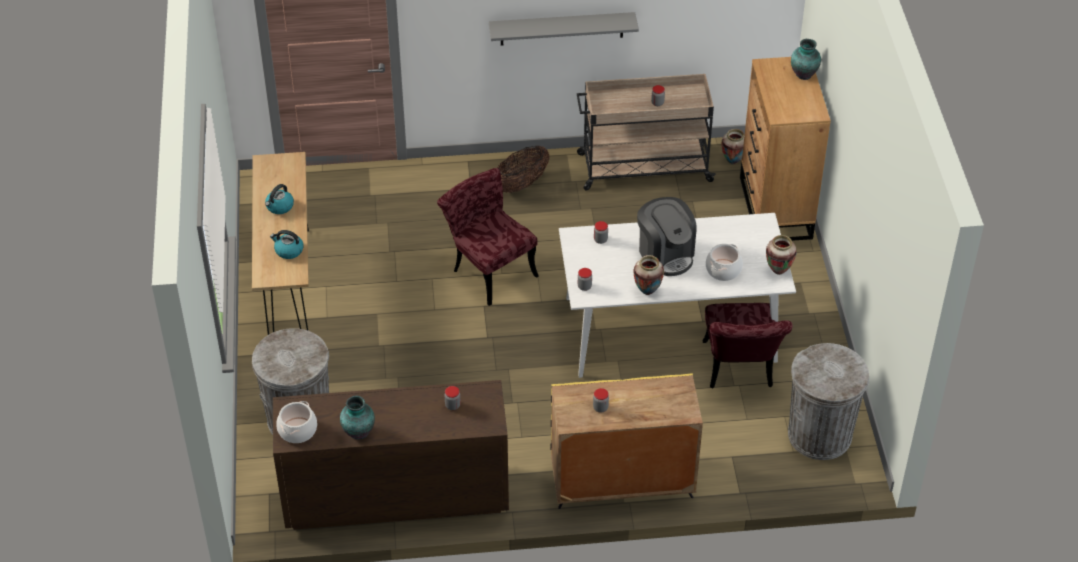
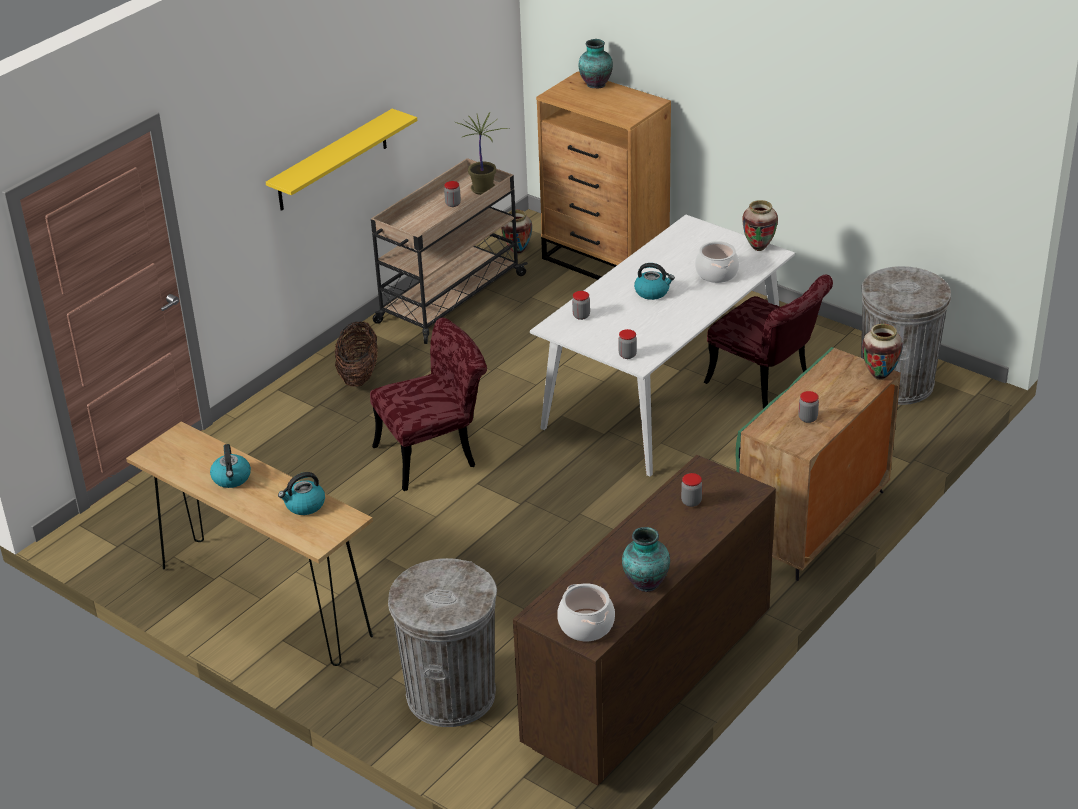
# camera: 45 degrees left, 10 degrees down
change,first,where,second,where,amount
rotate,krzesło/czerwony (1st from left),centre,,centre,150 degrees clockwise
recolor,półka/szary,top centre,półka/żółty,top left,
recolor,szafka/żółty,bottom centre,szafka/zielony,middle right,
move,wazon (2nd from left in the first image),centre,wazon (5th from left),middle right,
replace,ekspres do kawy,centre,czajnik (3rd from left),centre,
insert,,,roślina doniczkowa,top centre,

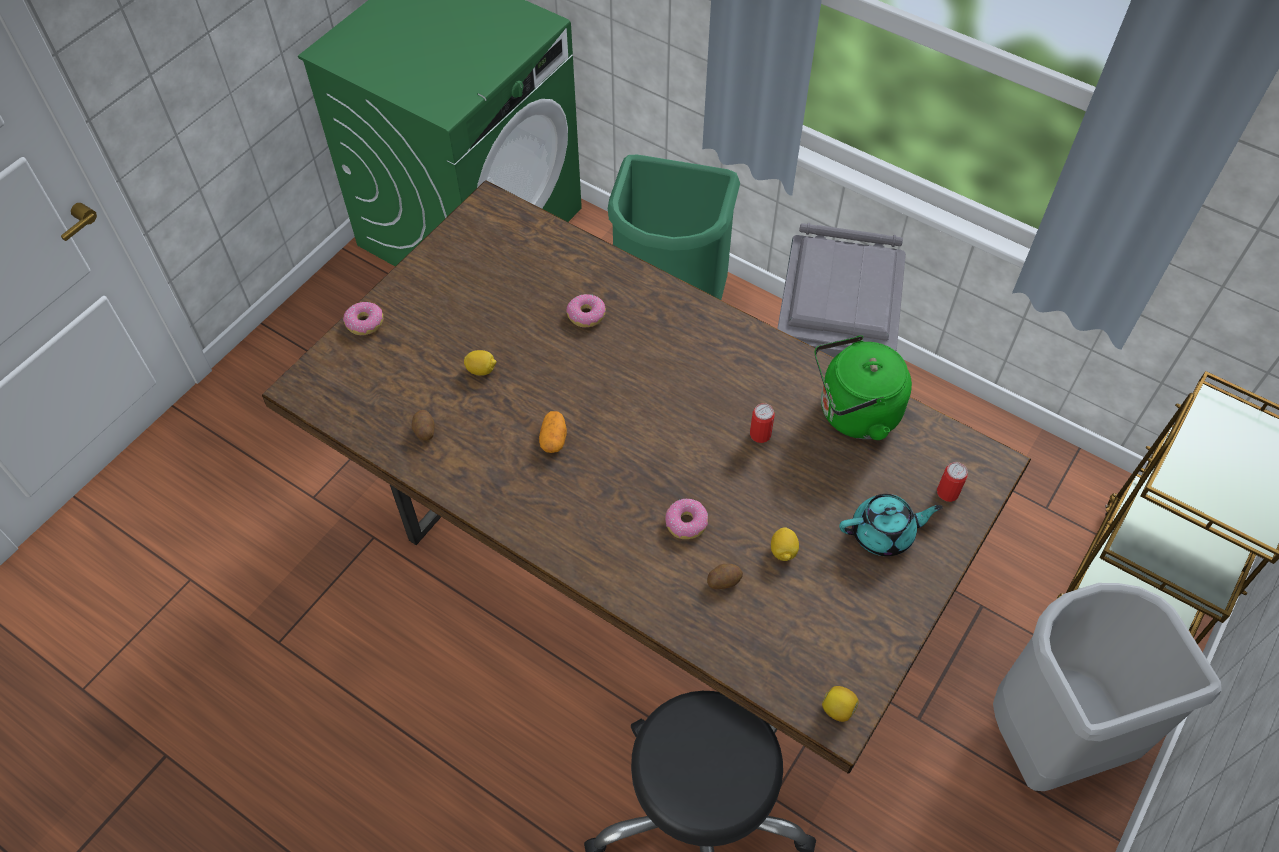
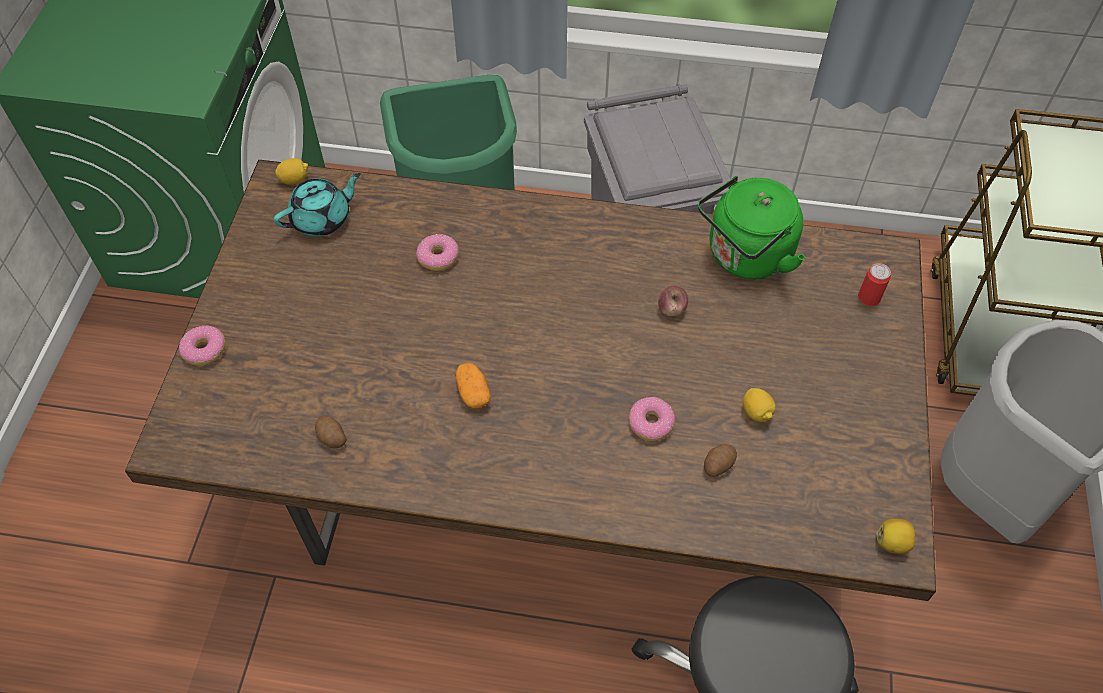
# camera: 25 degrees left, 0 degrees up
change,first,where,second,where,amount
move,cytryna (1st from left),centre,,top left,
replace,puszka (1st from left),centre,jabłko,centre,
move,imbryk/turkusowy,middle right,,top left,

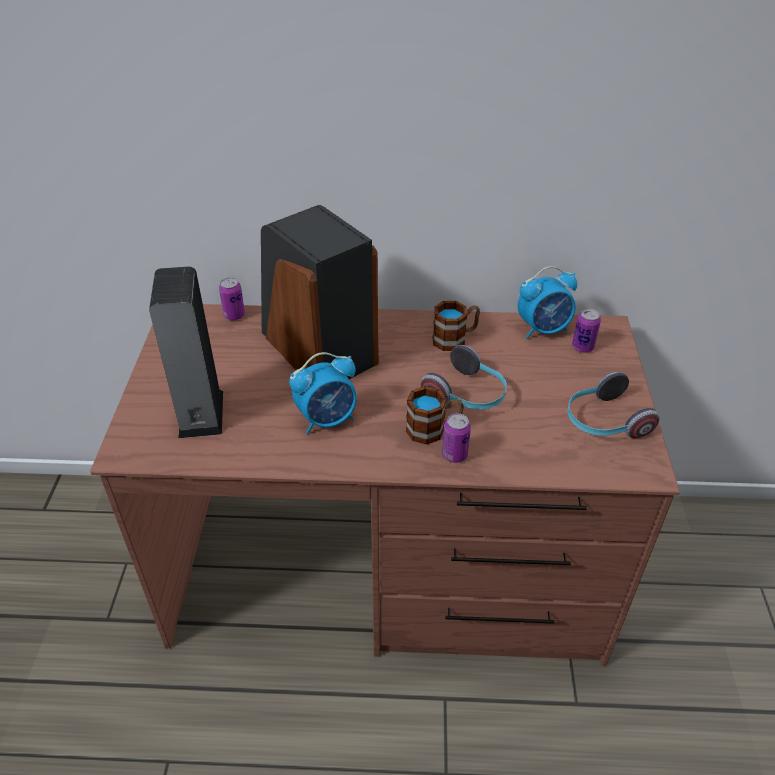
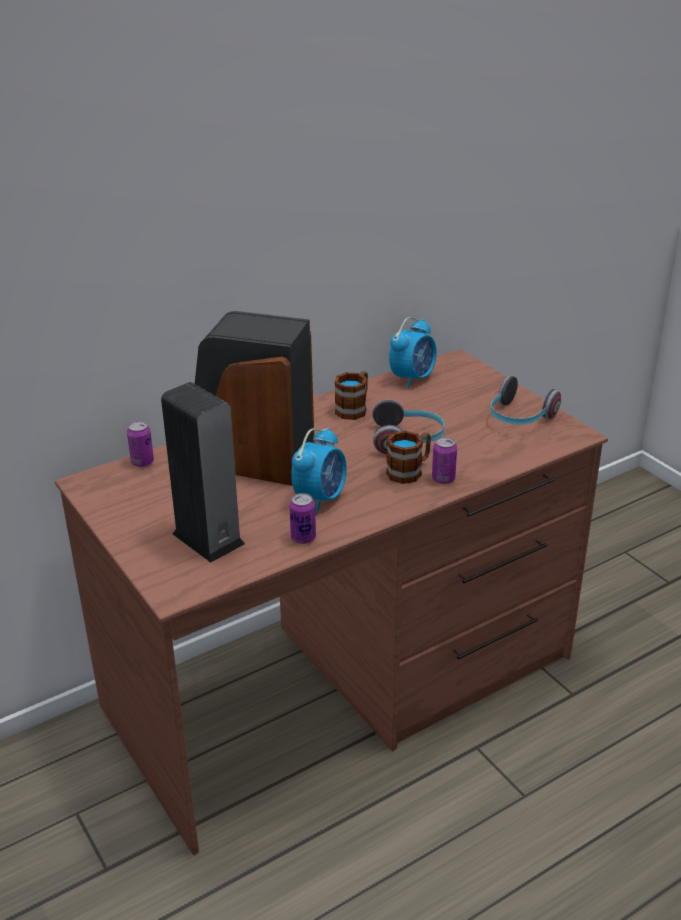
# camera: 35 degrees left, 10 degrees down
change,first,where,second,where,amount
move,puszka (3rd from left in the first image),middle right,puszka (2nd from left),centre,

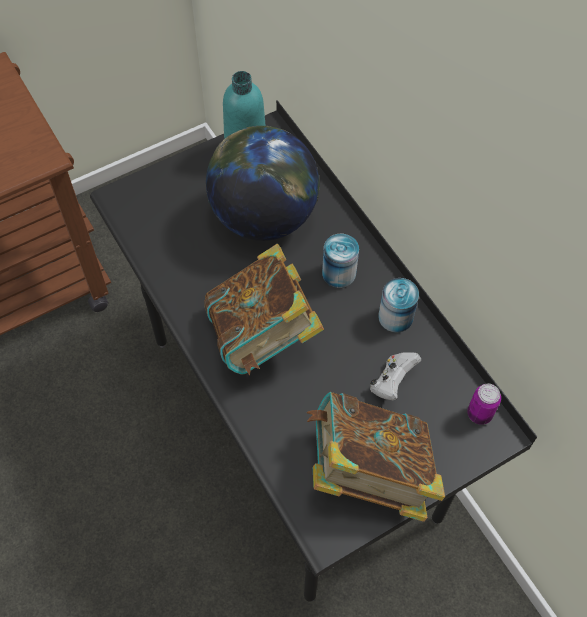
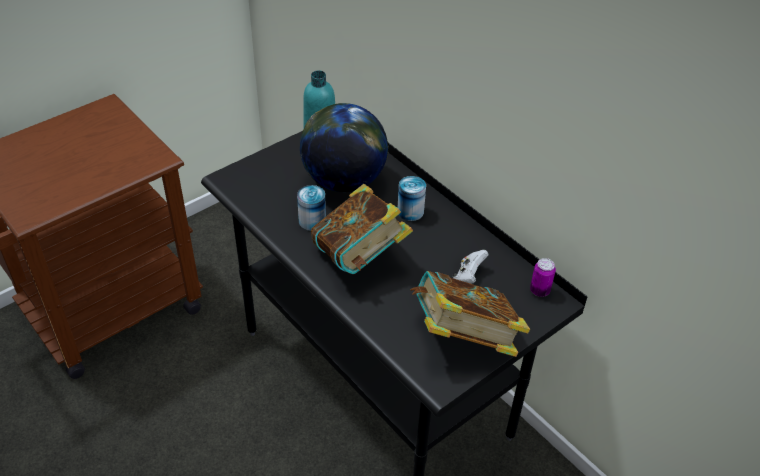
# camera: 10 degrees left, 15 degrees down
change,first,where,second,where,amount
move,puszka (2nd from left in the first image),middle right,puszka (1st from left),centre,

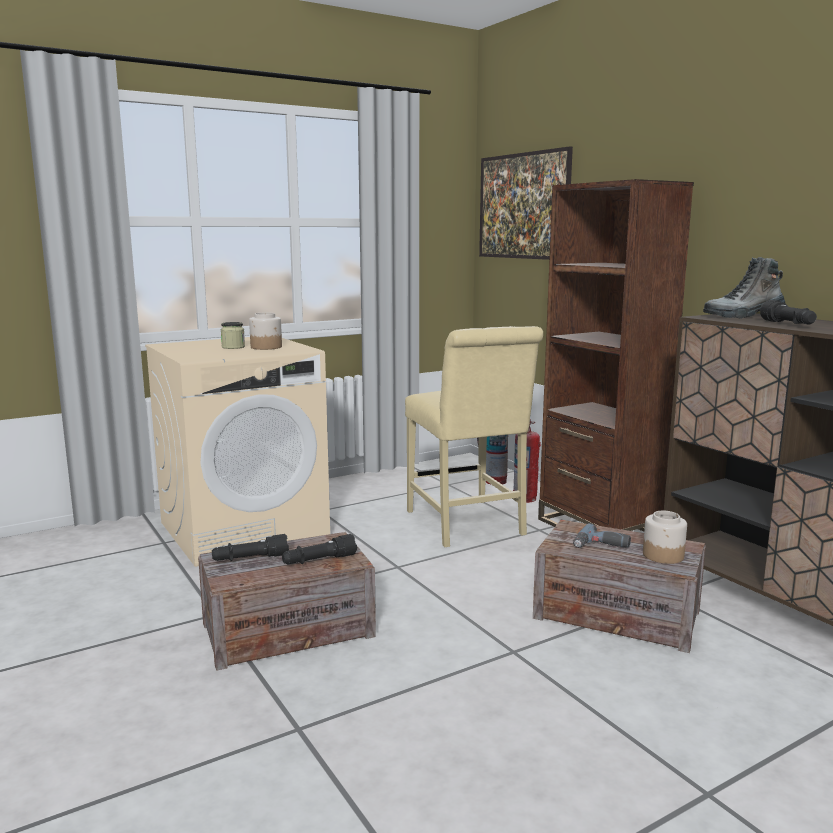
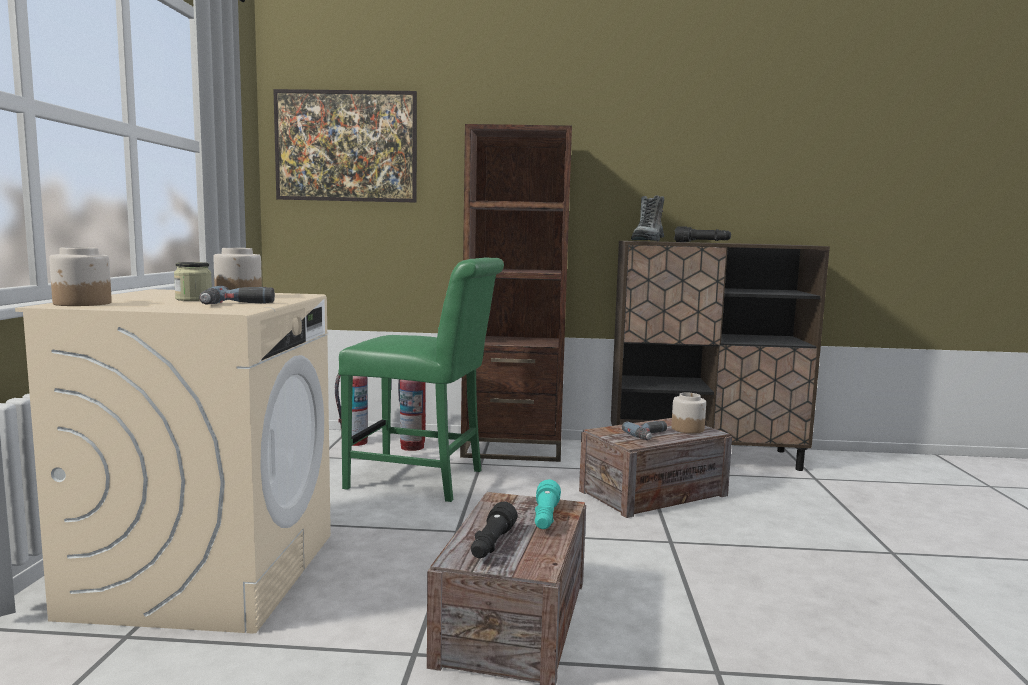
# camera: 55 degrees left, 5 degrees down
change,first,where,second,where,amount
recolor,latarka/czarny (2nd from left),centre,latarka/turkusowy,bottom centre,
recolor,krzesło/beżowy,centre,krzesło/zielony,centre,
insert,,,słoik (1st from left),middle left,
insert,,,wiertarka (1st from left),middle left,

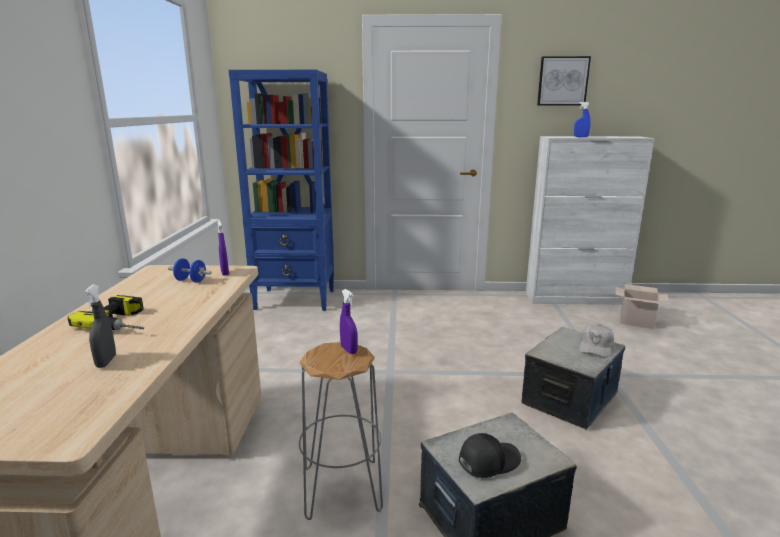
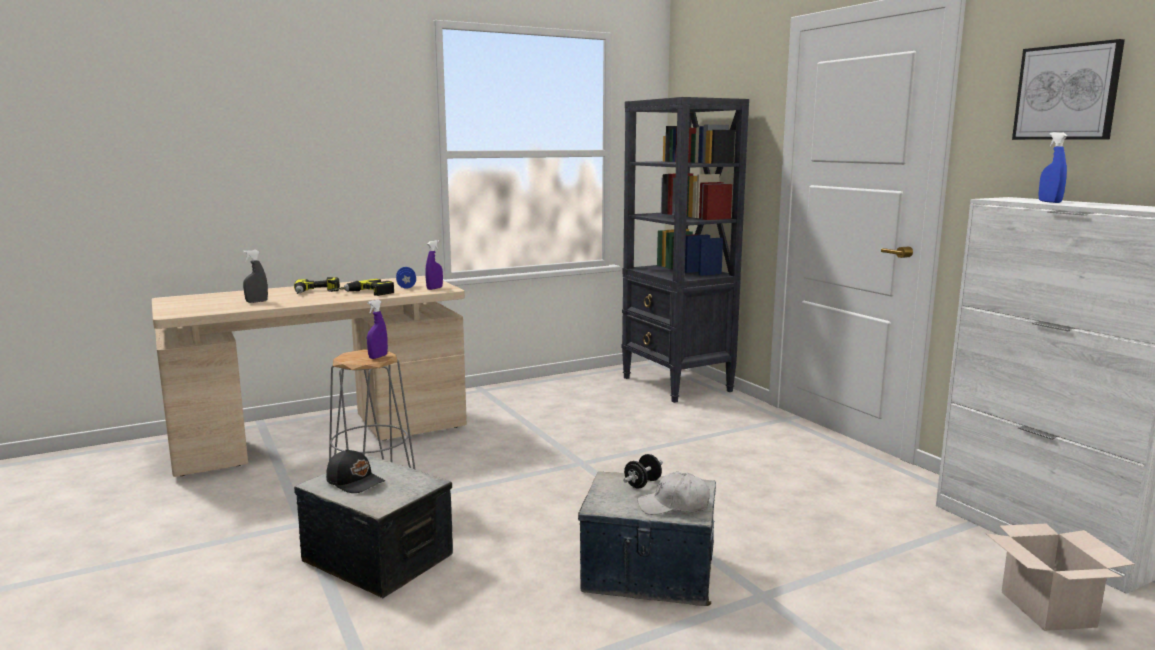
# camera: 60 degrees right, 5 degrees down
change,first,where,second,where,amount
recolor,regał/niebieski,centre,regał/czarny,centre,
insert,,,wiertarka (2nd from left),middle left,
insert,,,hantel/czarny,bottom centre,

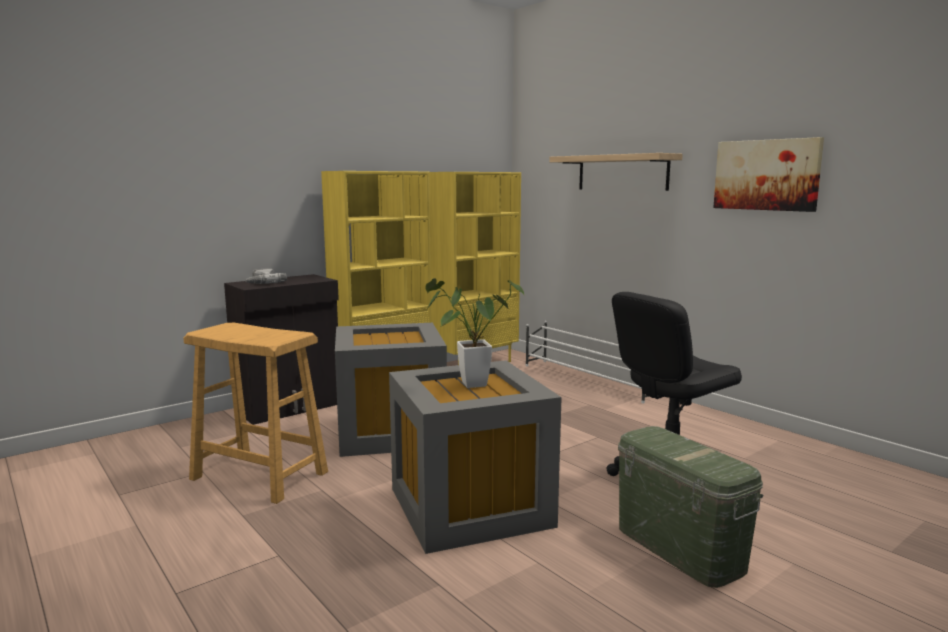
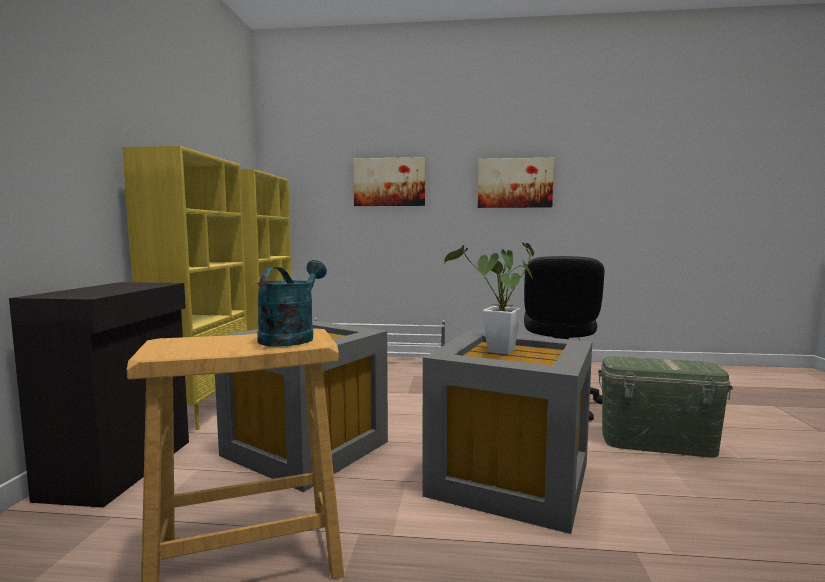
# camera: 45 degrees left, 5 degrees down
change,first,where,second,where,amount
delete,wiertarka,middle left,,,
replace,półka,top centre,obraz (1st from left),top centre,
insert,,,konewka/turkusowy,centre,

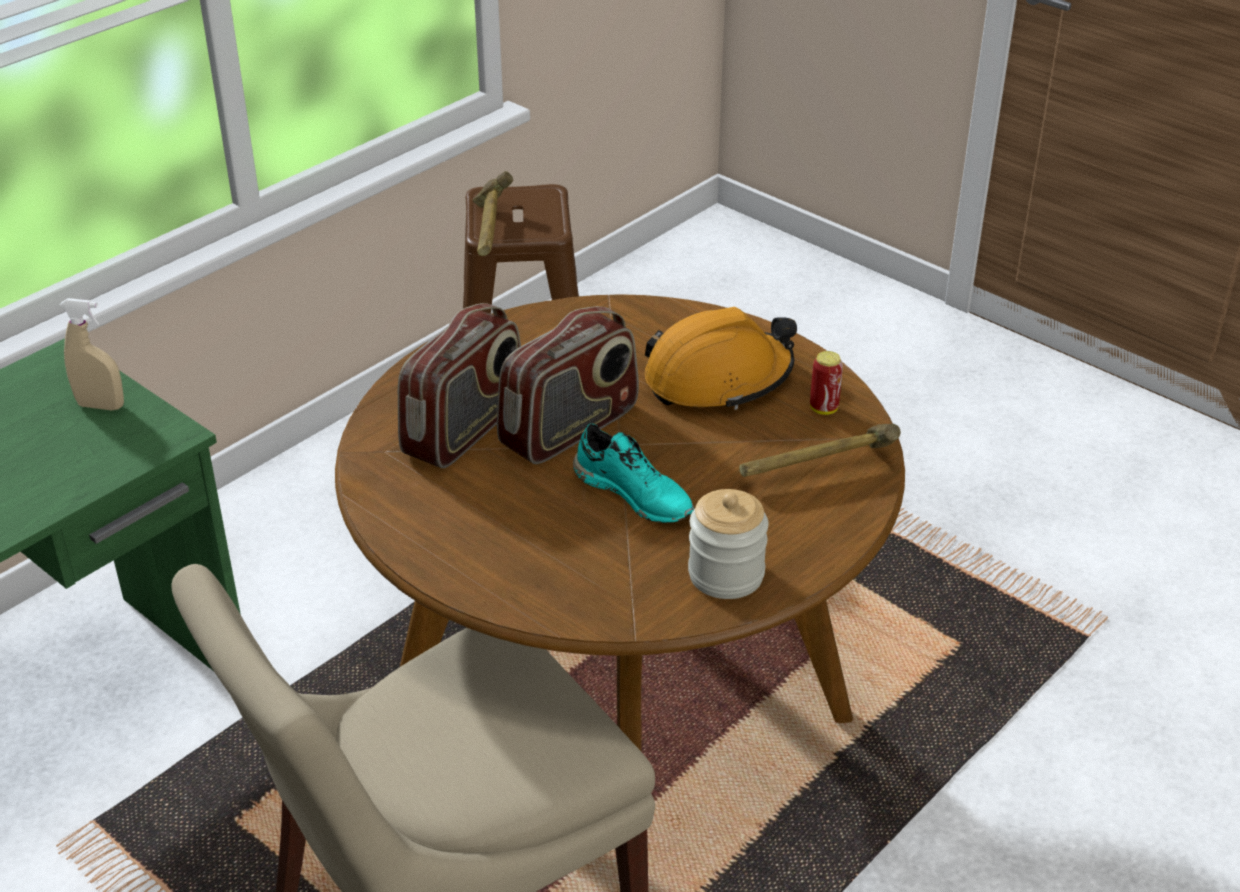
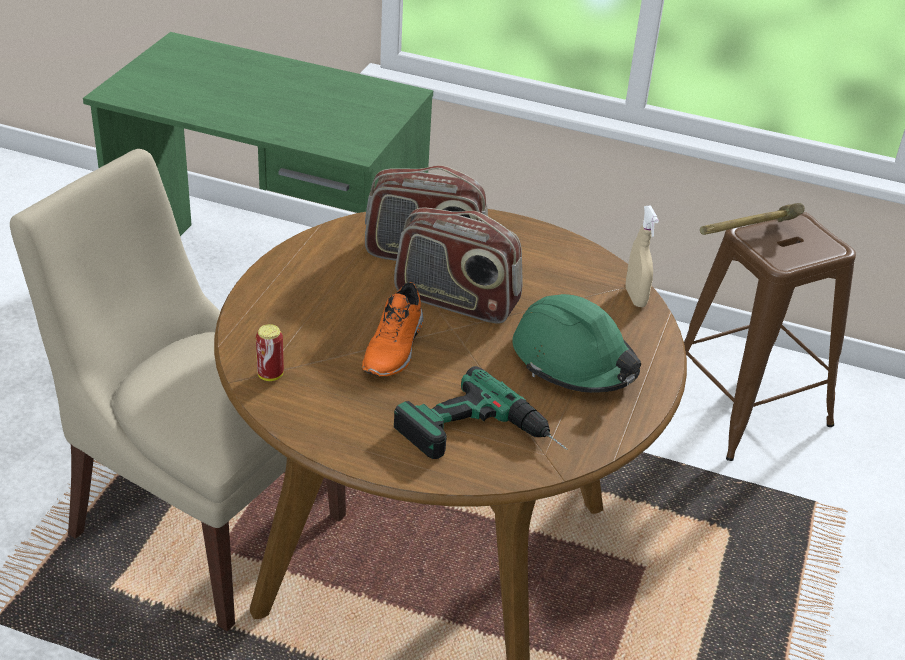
# camera: 65 degrees right, 0 degrees up
change,first,where,second,where,amount
move,spryskiwacz/beżowy,middle left,,middle right,
recolor,but/turkusowy,centre,but/pomarańczowy,centre,
recolor,kask/pomarańczowy,centre,kask/zielony,centre,
delete,słoik,centre,,,
replace,młotek (2nd from left),centre,wiertarka,centre,
move,puszka,centre,,middle left,

